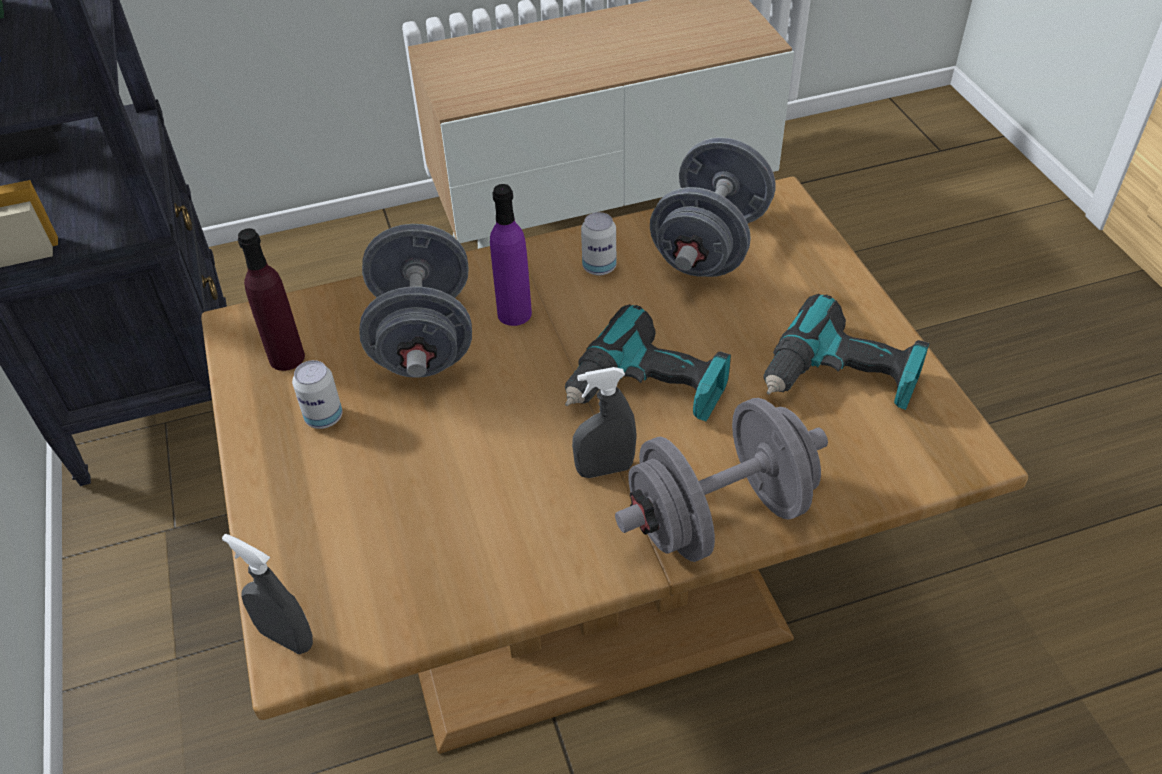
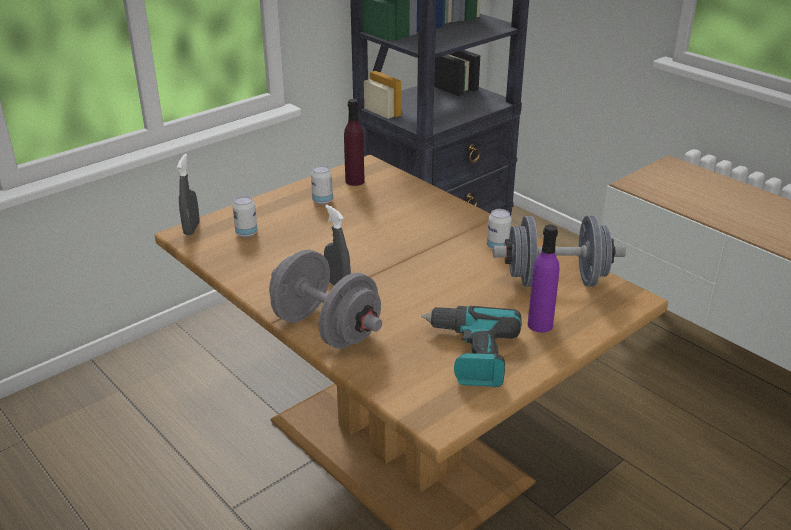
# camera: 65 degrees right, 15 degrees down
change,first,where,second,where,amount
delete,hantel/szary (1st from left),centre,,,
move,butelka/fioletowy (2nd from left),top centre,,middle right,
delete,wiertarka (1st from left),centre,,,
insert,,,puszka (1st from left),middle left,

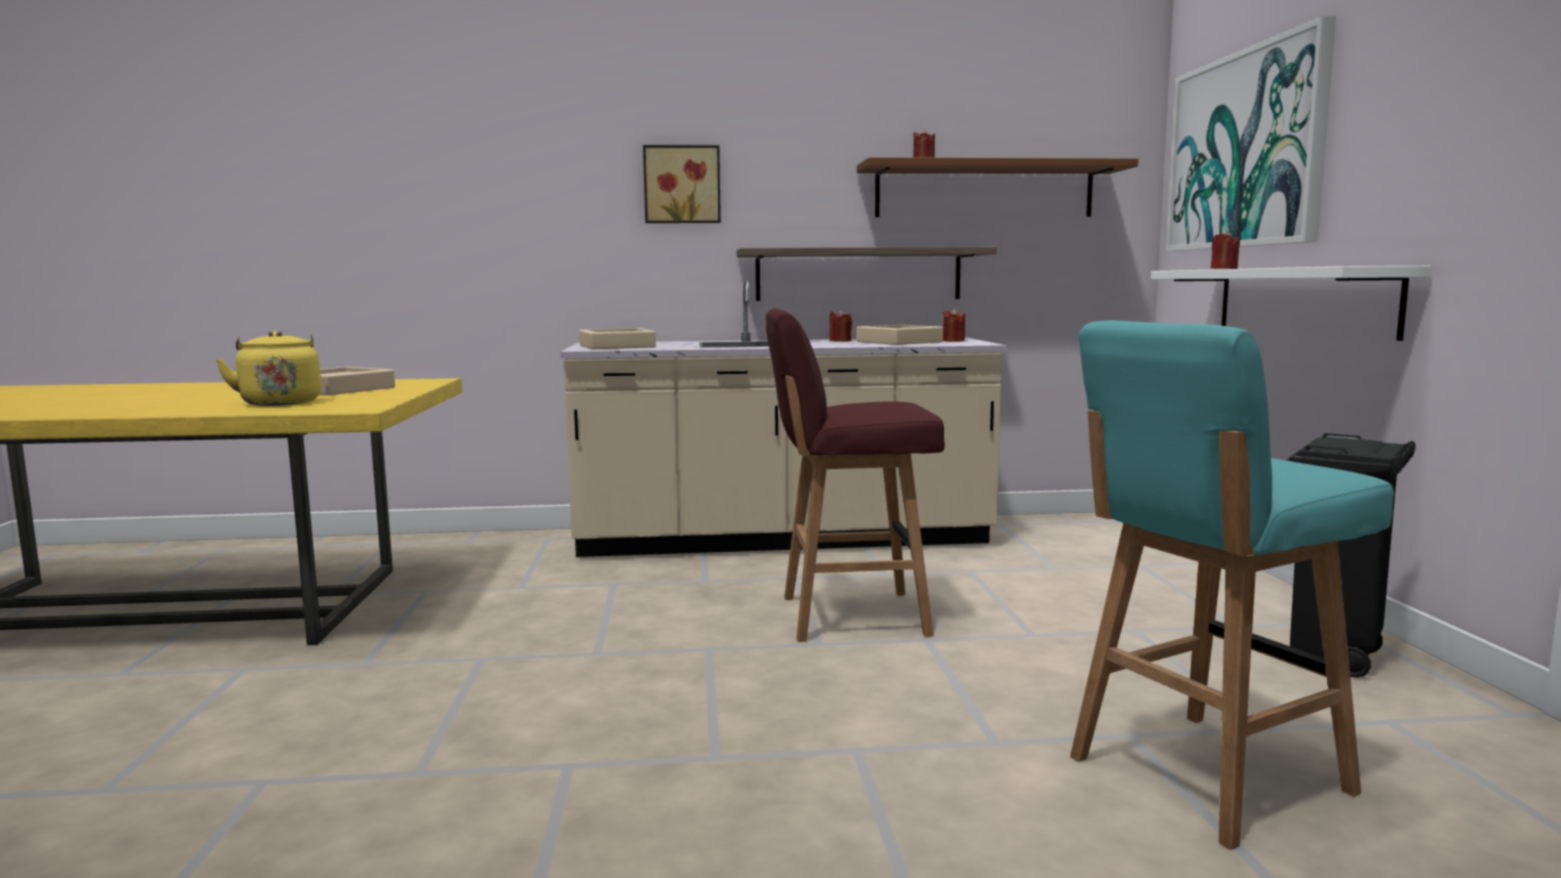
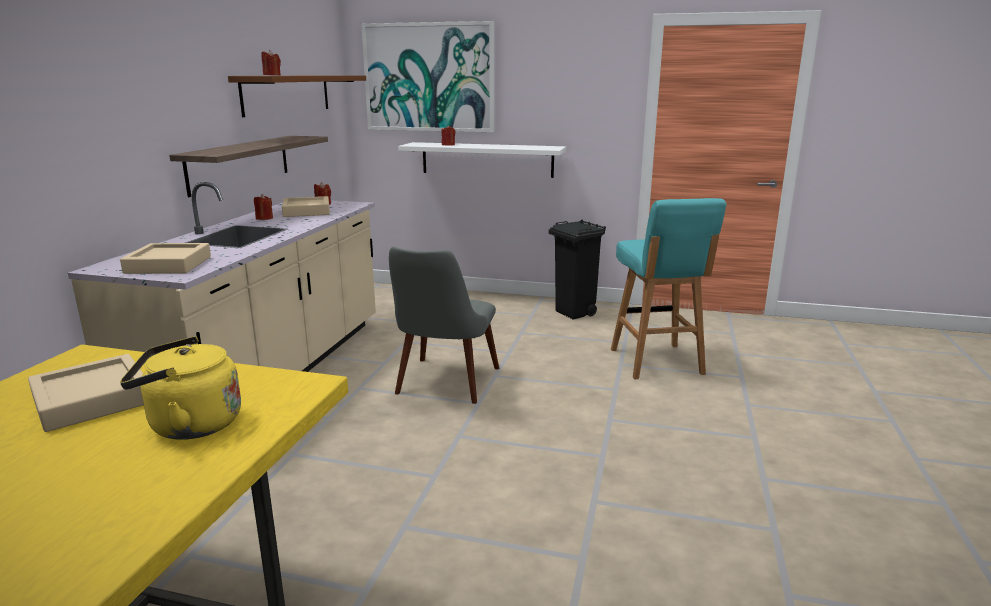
# camera: 70 degrees left, 10 degrees up
change,first,where,second,where,amount
delete,obraz (1st from left),top centre,,,
replace,stołek/czerwony,centre,krzesło/szary,centre,

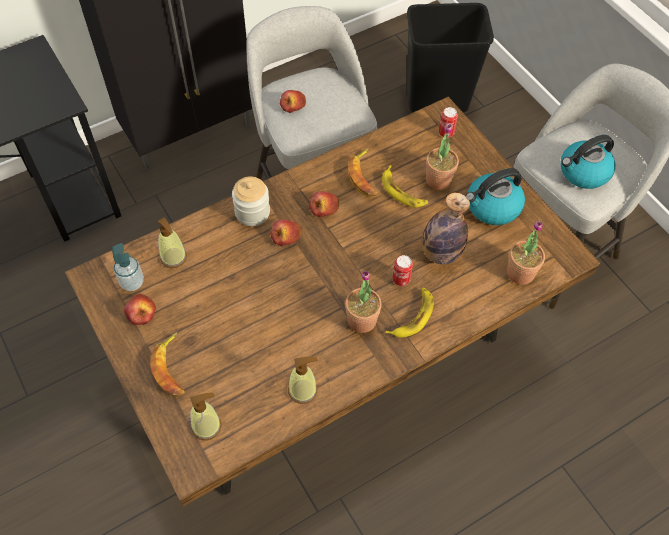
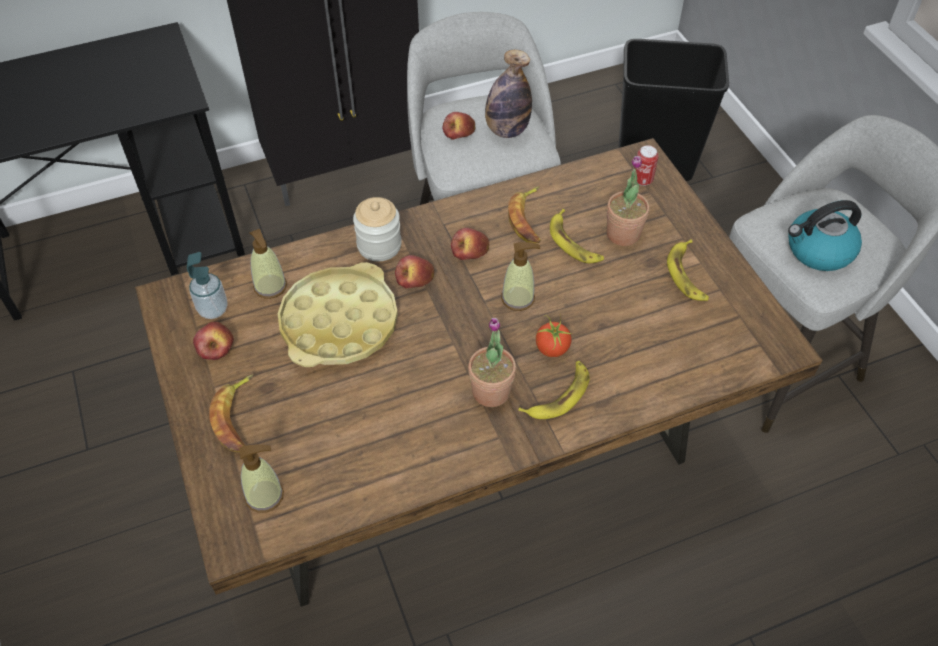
# camera: 10 degrees right, 5 degrees down
change,first,where,second,where,amount
move,dozownik mydła (4th from left),bottom centre,,centre,
replace,puszka (1st from left),centre,pomidor,centre,
move,butelka,middle right,,top centre,
replace,czajnik (1st from left),middle right,banan (5th from left),middle right,
delete,roślina doniczkowa (3rd from left),middle right,,,
insert,,,taca/żółty,centre,

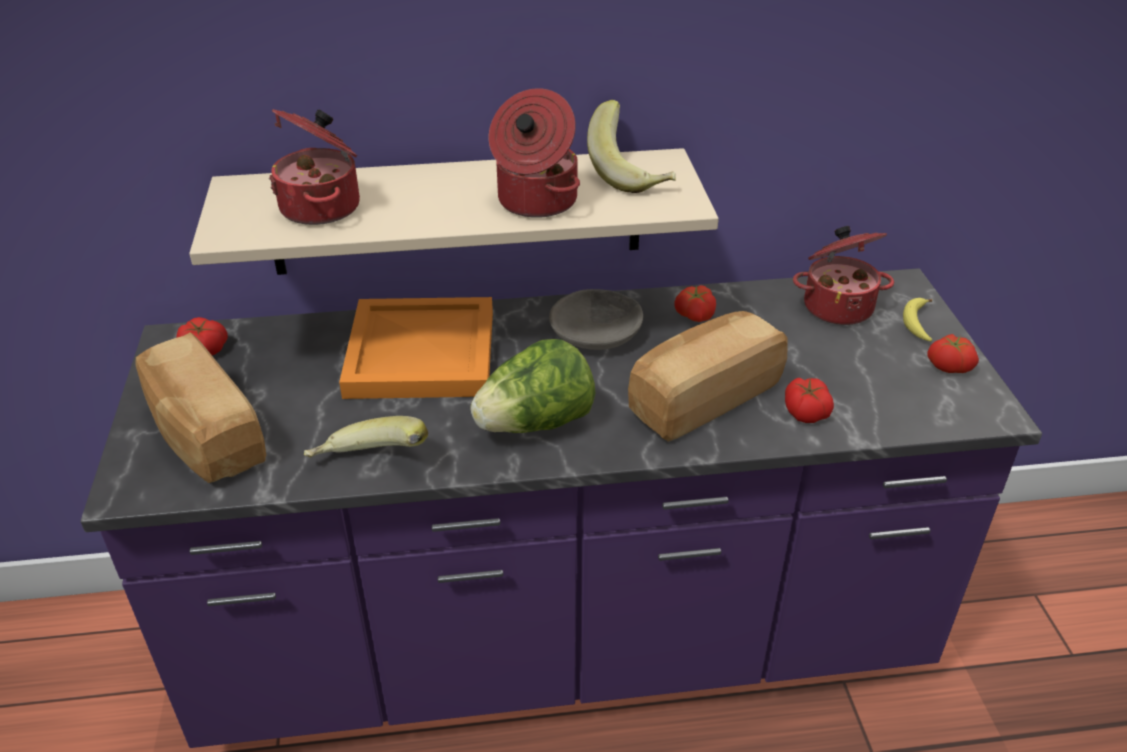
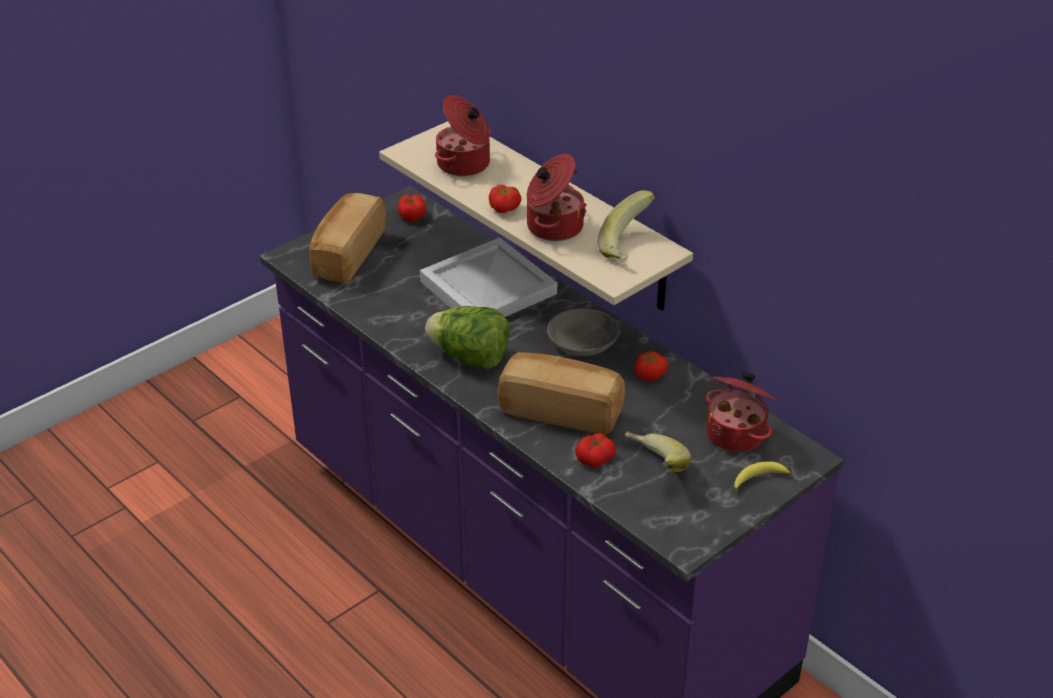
# camera: 55 degrees right, 0 degrees up
change,first,where,second,where,amount
move,banan (1st from left in the first image),middle left,banan (2nd from left),centre,
recolor,taca/pomarańczowy,centre,taca/biały,centre,
move,pomidor (4th from left in the first image),middle right,pomidor (2nd from left),top centre,

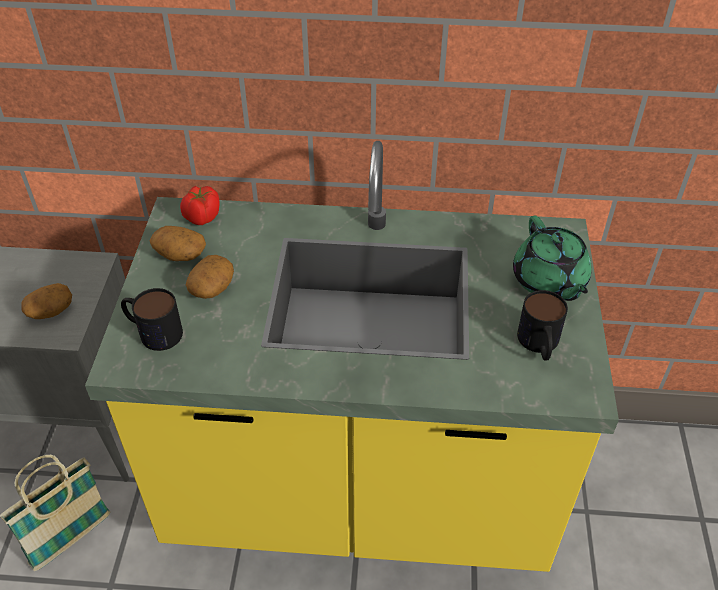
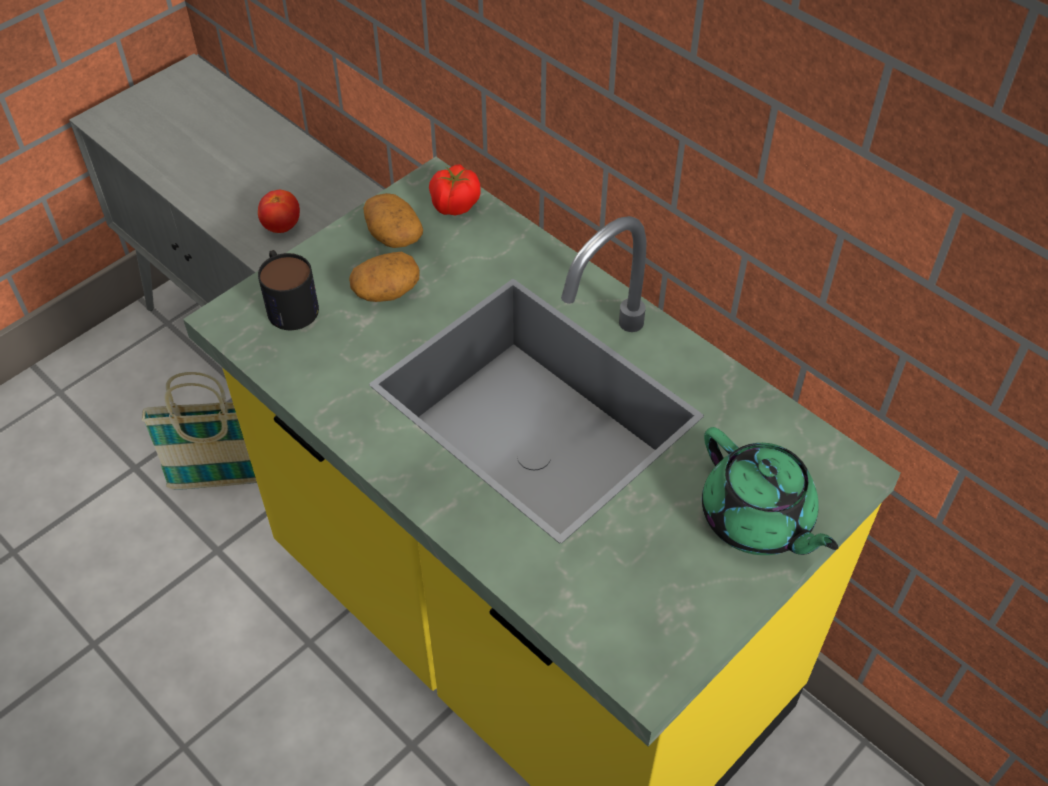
# camera: 40 degrees right, 5 degrees up
change,first,where,second,where,amount
replace,ziemniak (1st from left),middle left,pomidor (1st from left),top left,
rotate,imbryk/zielony,middle right,,middle right,60 degrees counterclockwise
delete,kubek (2nd from left),middle right,,,

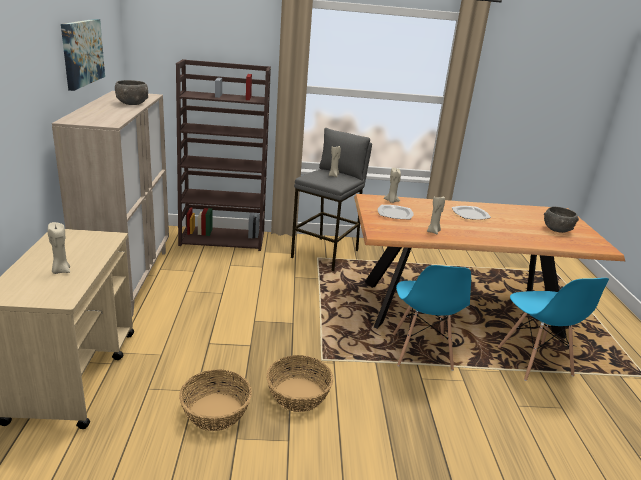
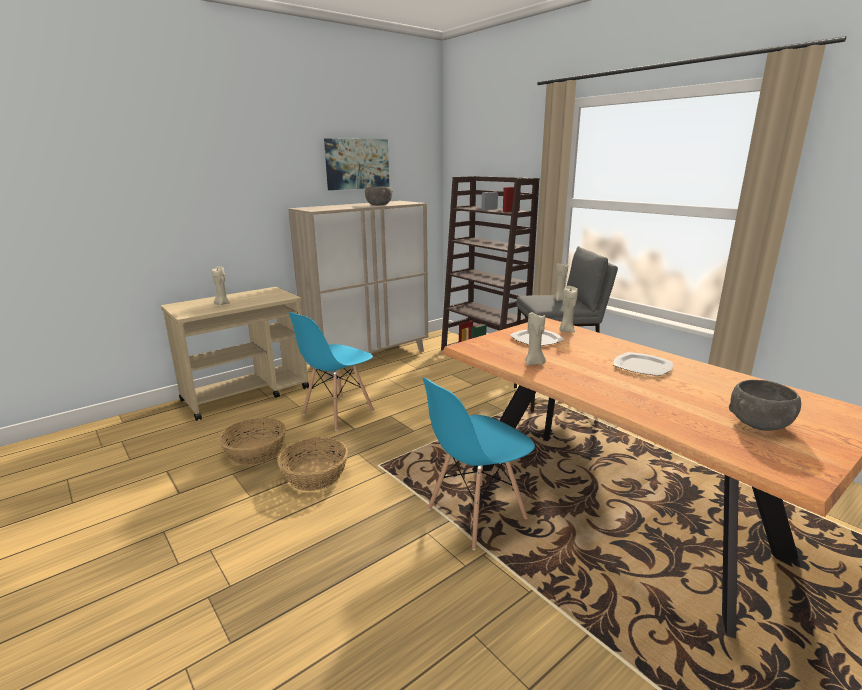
# camera: 55 degrees right, 5 degrees down
change,first,where,second,where,amount
move,krzesło/niebieski (2nd from left in the first image),bottom right,krzesło/niebieski (1st from left),centre,

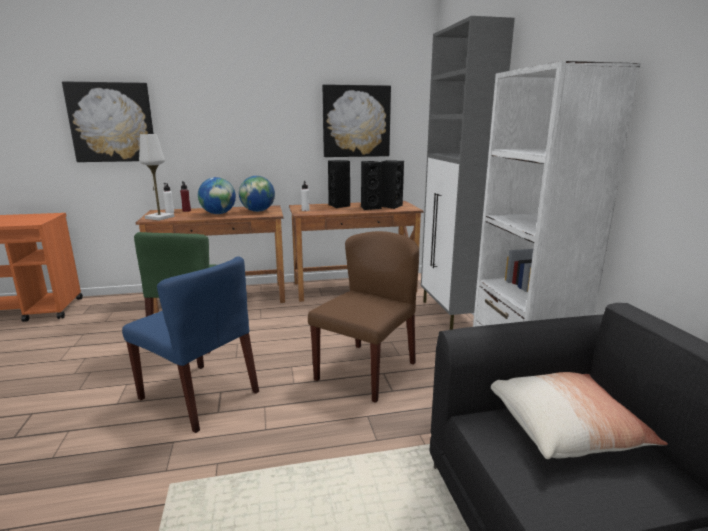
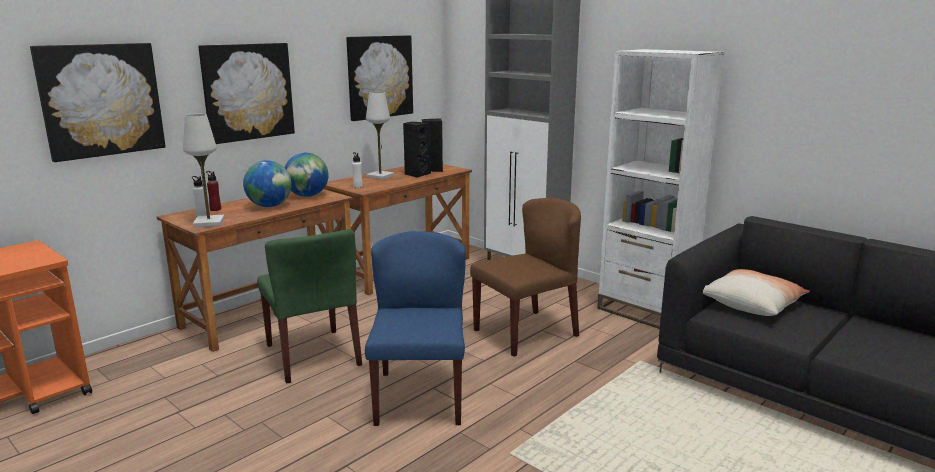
# camera: 35 degrees left, 0 degrees up
change,first,where,second,where,amount
rotate,krzesło/niebieski,middle left,,bottom centre,90 degrees counterclockwise
rotate,krzesło/brązowy,centre,,centre,60 degrees clockwise
replace,głośnik/czarny (1st from left),centre,lampa stołowa/biały (2nd from left),top centre,
insert,,,obraz (2nd from left),top left,

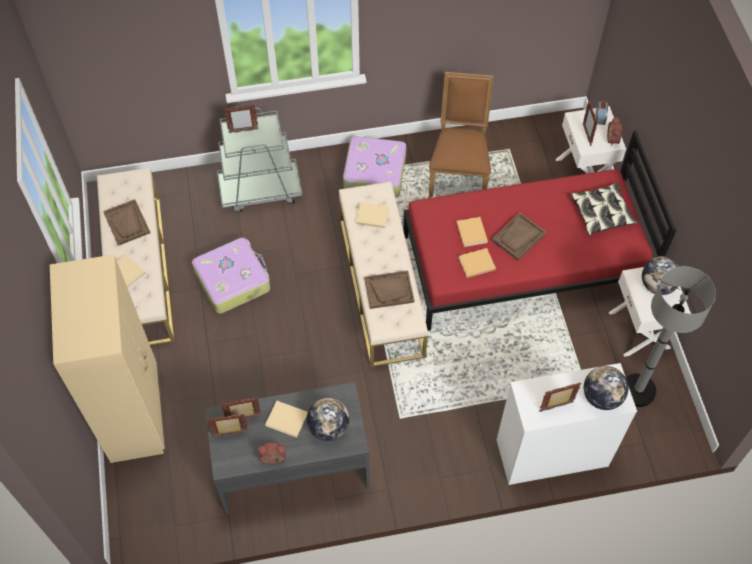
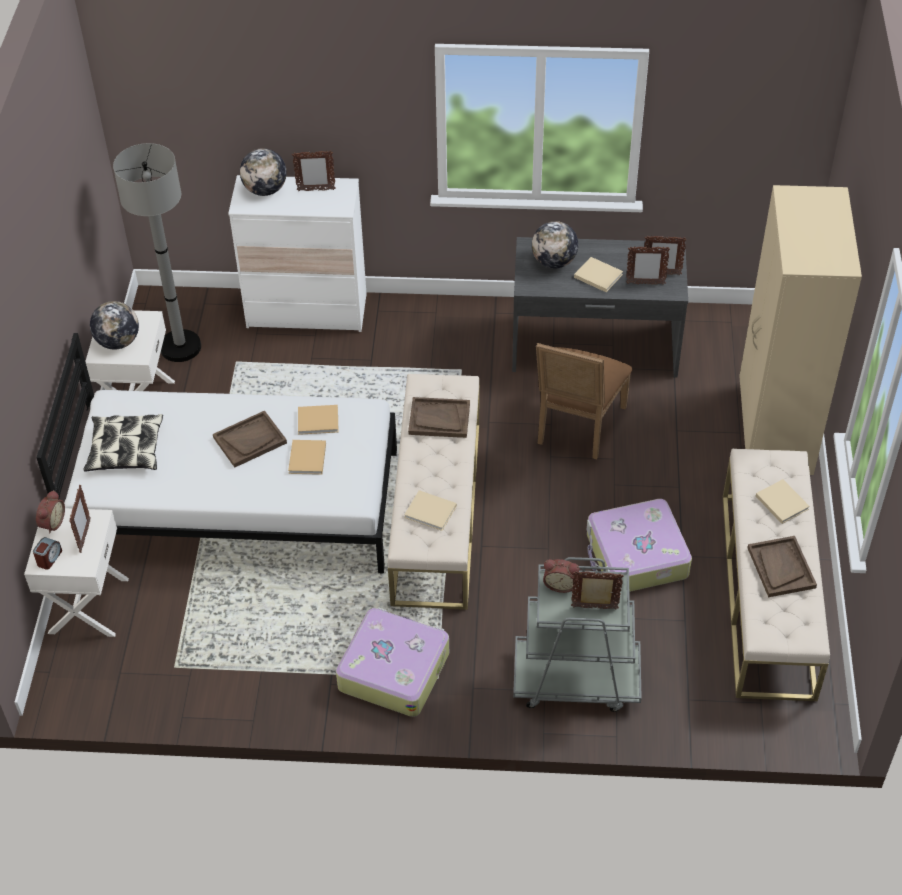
# camera: 165 degrees left, 10 degrees down
change,first,where,second,where,amount
move,budzik (1st from left in the first image),bottom centre,budzik (3rd from left),centre,
recolor,łóżko/czerwony,middle right,łóżko/biały,middle left,
move,krzesło/brązowy,top centre,,centre,

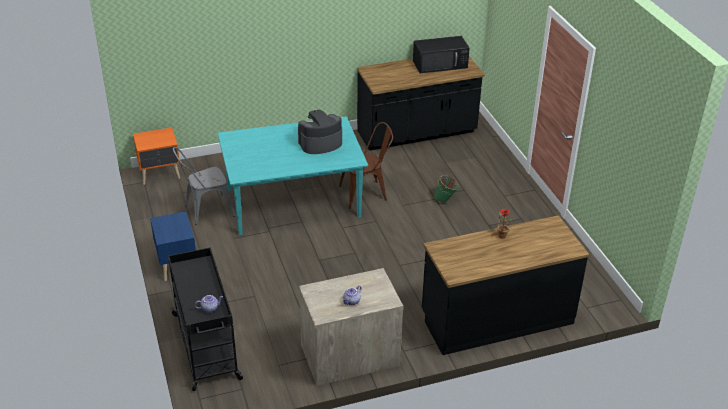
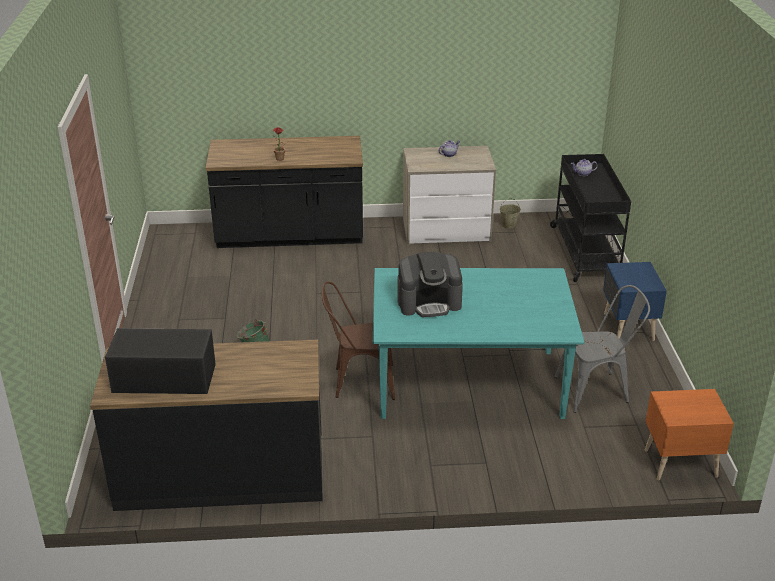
# camera: 165 degrees left, 5 degrees down
change,first,where,second,where,amount
insert,,,wiadro/beżowy,centre,

